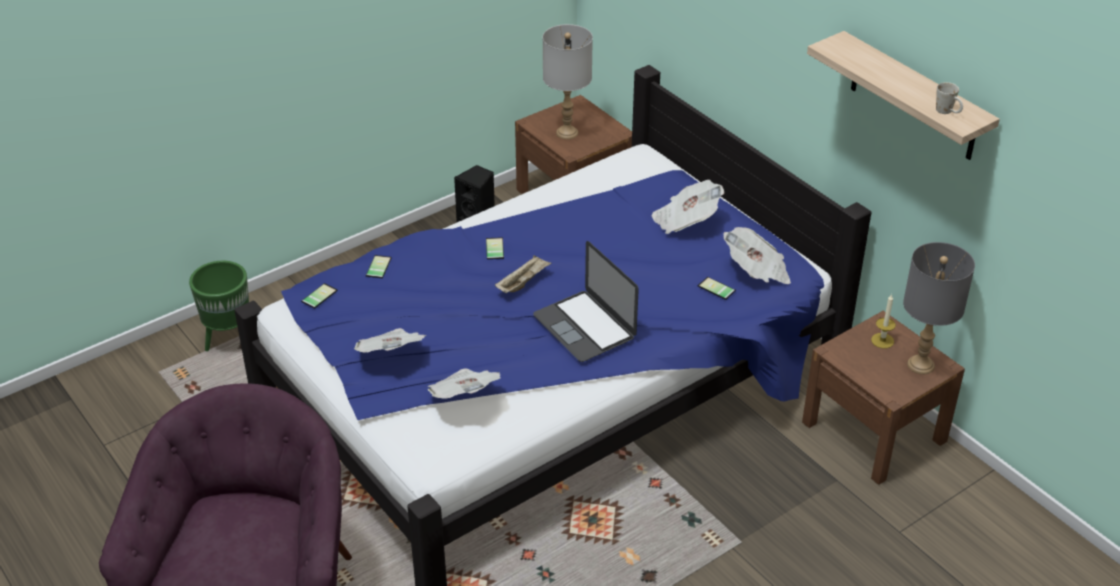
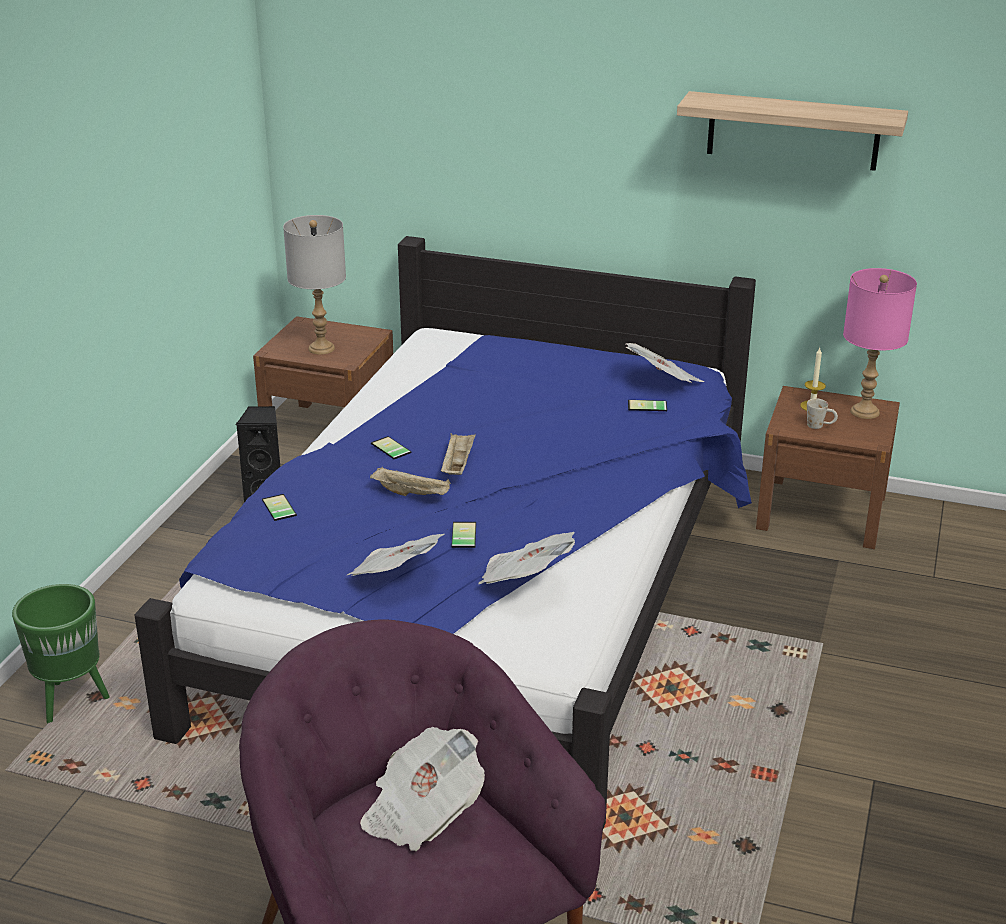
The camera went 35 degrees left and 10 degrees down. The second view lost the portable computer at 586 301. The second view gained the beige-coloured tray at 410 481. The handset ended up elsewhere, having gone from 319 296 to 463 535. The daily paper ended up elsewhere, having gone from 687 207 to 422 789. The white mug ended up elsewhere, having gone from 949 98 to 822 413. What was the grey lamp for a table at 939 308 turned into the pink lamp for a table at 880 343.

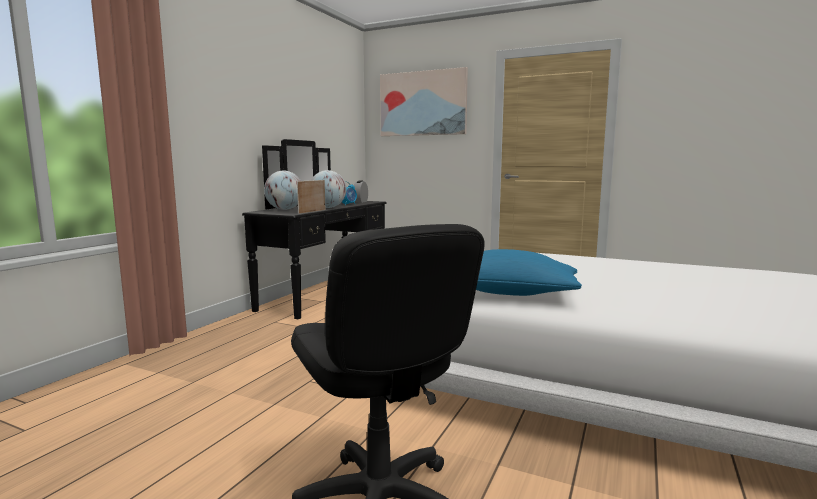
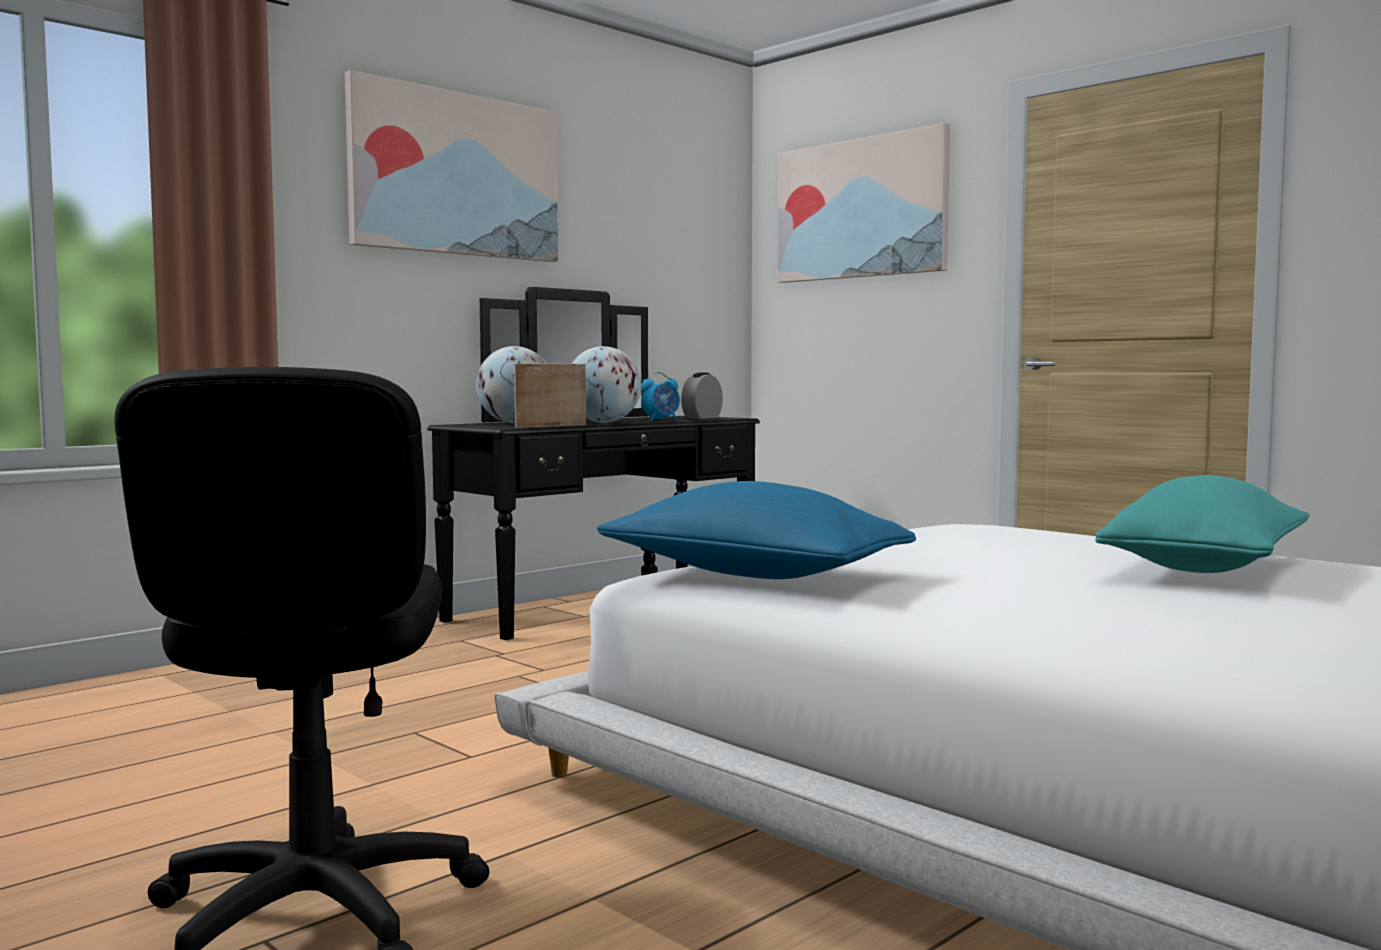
The camera went 20 degrees right and 5 degrees down. The second view gained the wall picture at 451 166. The second view gained the turquoise-coloured cushion at 1202 524.

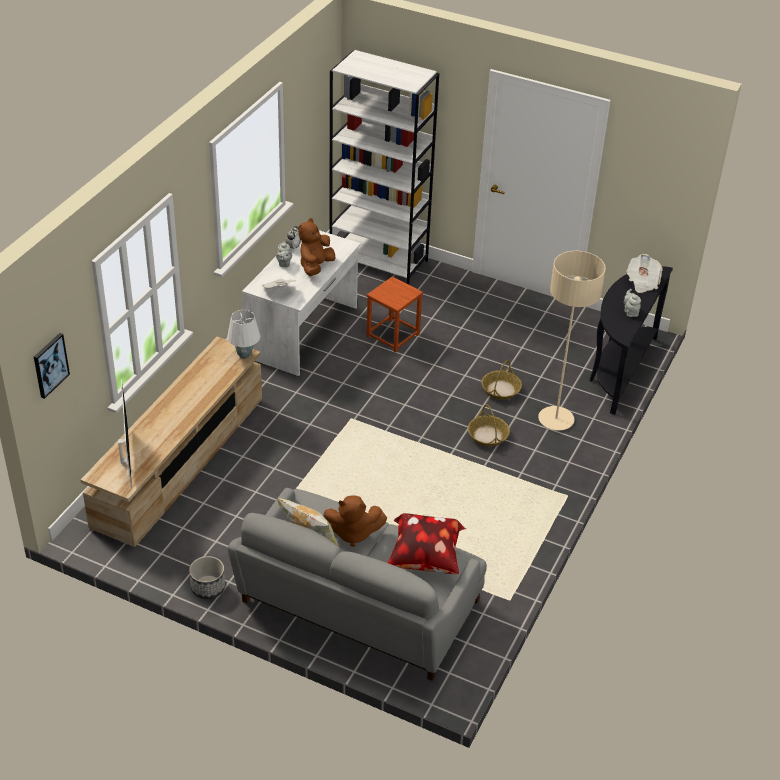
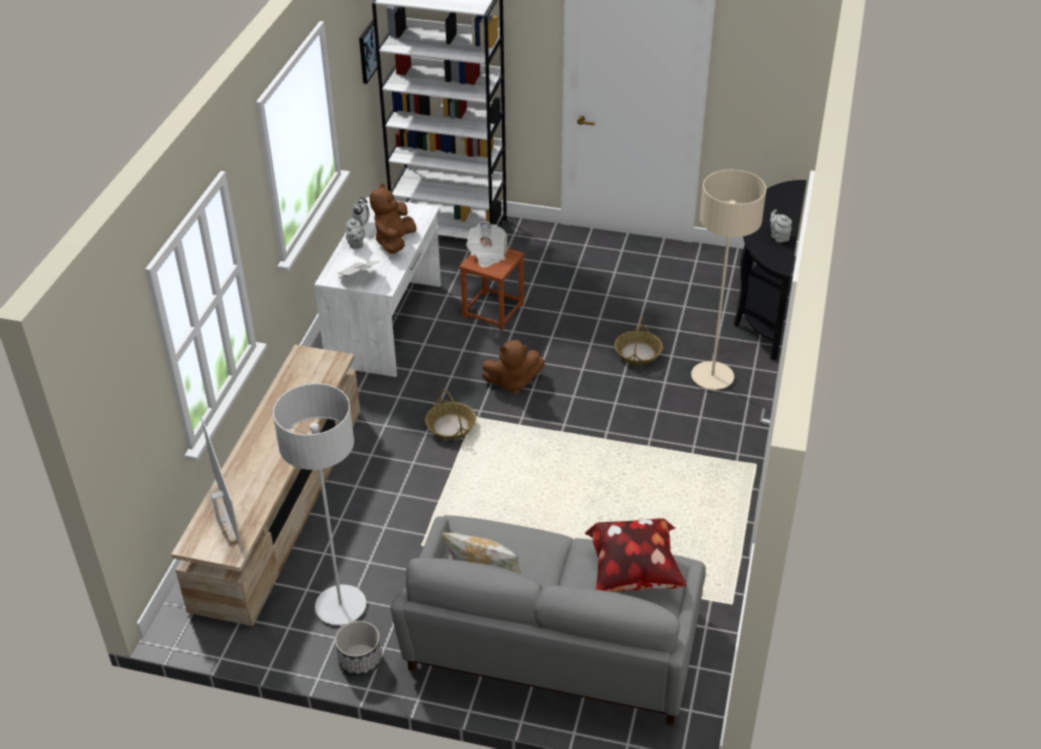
The camera went 10 degrees left and 0 degrees up. The second view lost the white lamp for a table at 243 334. The second view gained the grey standing lamp at 319 504. The wall picture ended up elsewhere, having gone from 52 366 to 368 52. The brown plush toy ended up elsewhere, having gone from 355 521 to 513 367. The household basket ended up elsewhere, having gone from 489 425 to 450 414. The daily paper ended up elsewhere, having gone from 644 273 to 486 244.

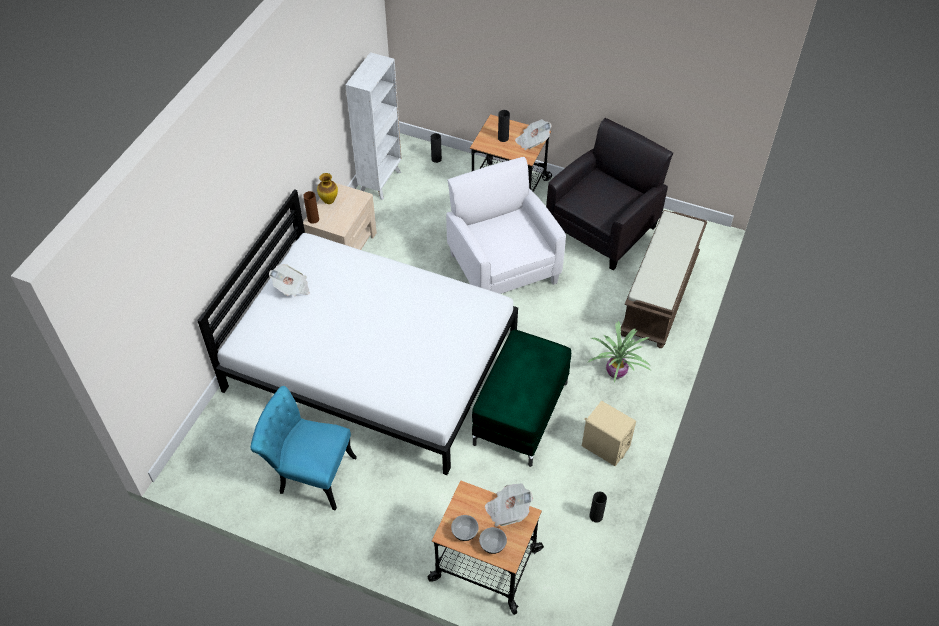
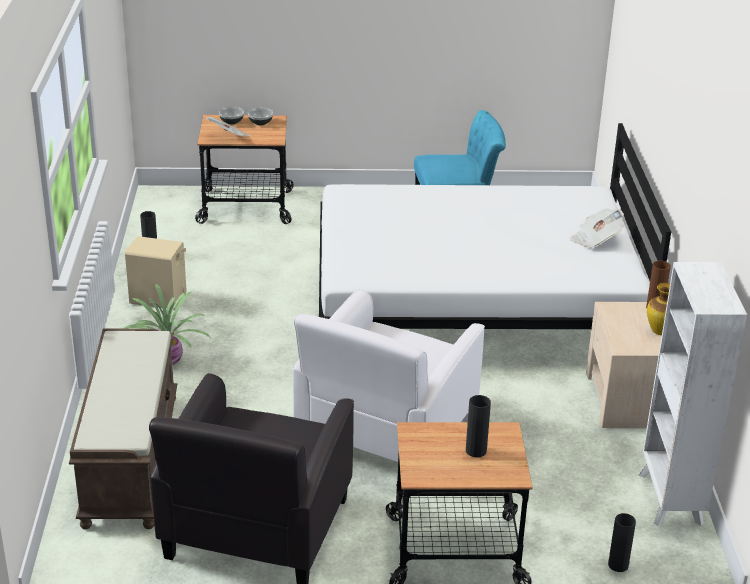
The camera went 155 degrees right and 20 degrees down. The second view lost the green footrest at 521 398. The second view lost the daily paper at 533 134. The white lounge chair at 506 225 ended up facing another way, 75 degrees clockwise from before.

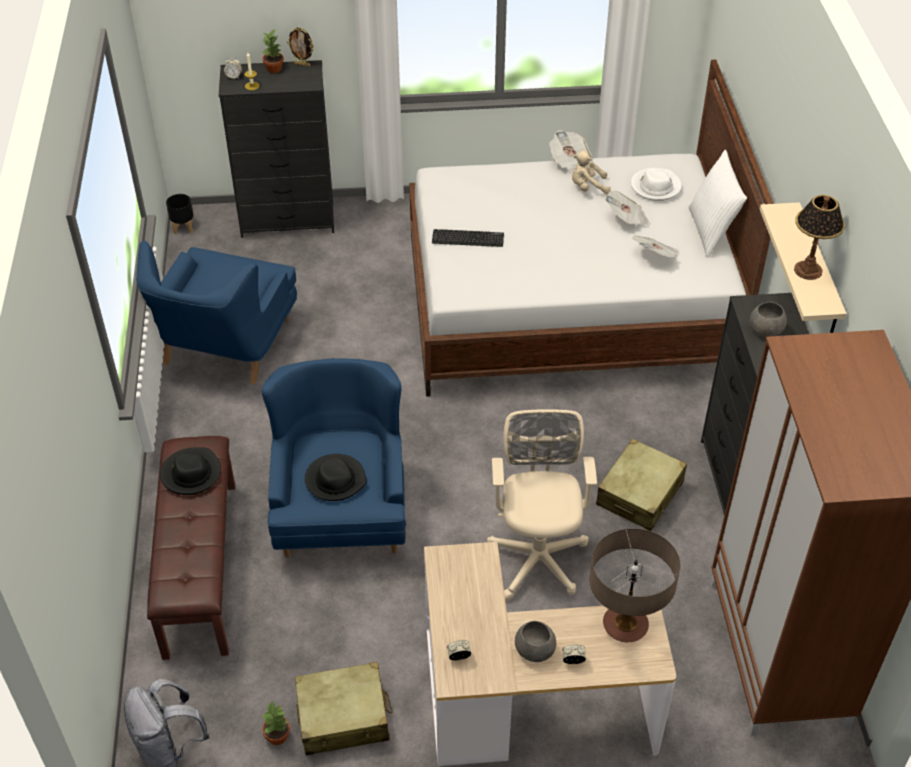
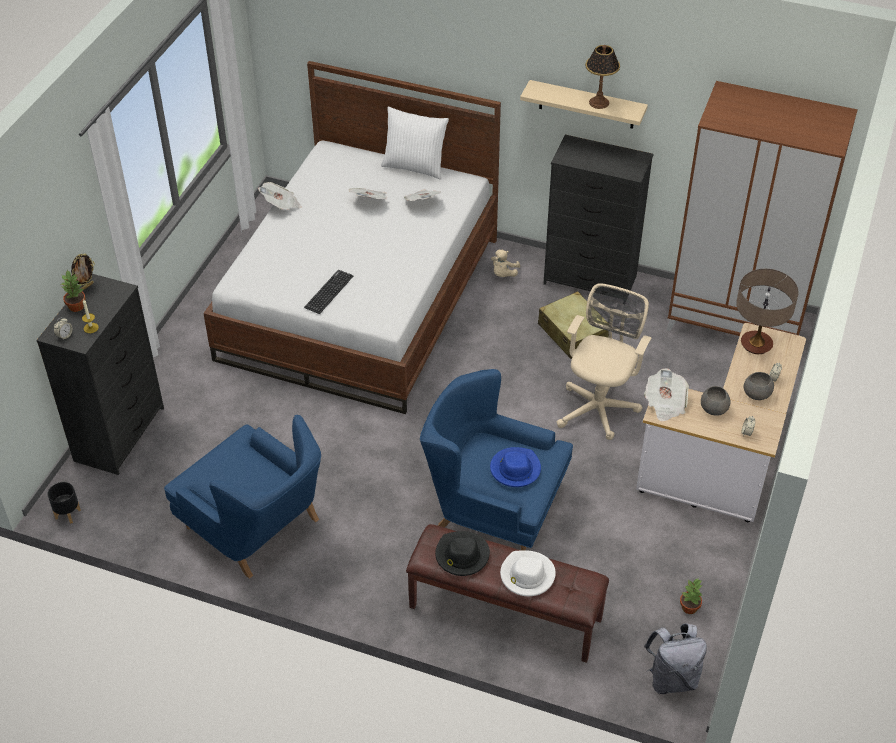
The camera went 65 degrees left and 0 degrees up. The second view lost the beige-coloured suitcase at 344 708. The second view gained the daily paper at 666 394. The beige-coloured plush toy ended up elsewhere, having gone from 591 172 to 505 263. The white clothing hat ended up elsewhere, having gone from 656 184 to 528 573. The grey bowl ended up elsewhere, having gone from 768 319 to 716 401. What was the black clothing hat at 336 477 turned into the blue-coloured clothing hat at 515 467. The beige-coloured desk chair at 542 505 ended up facing another way, 90 degrees clockwise from before.

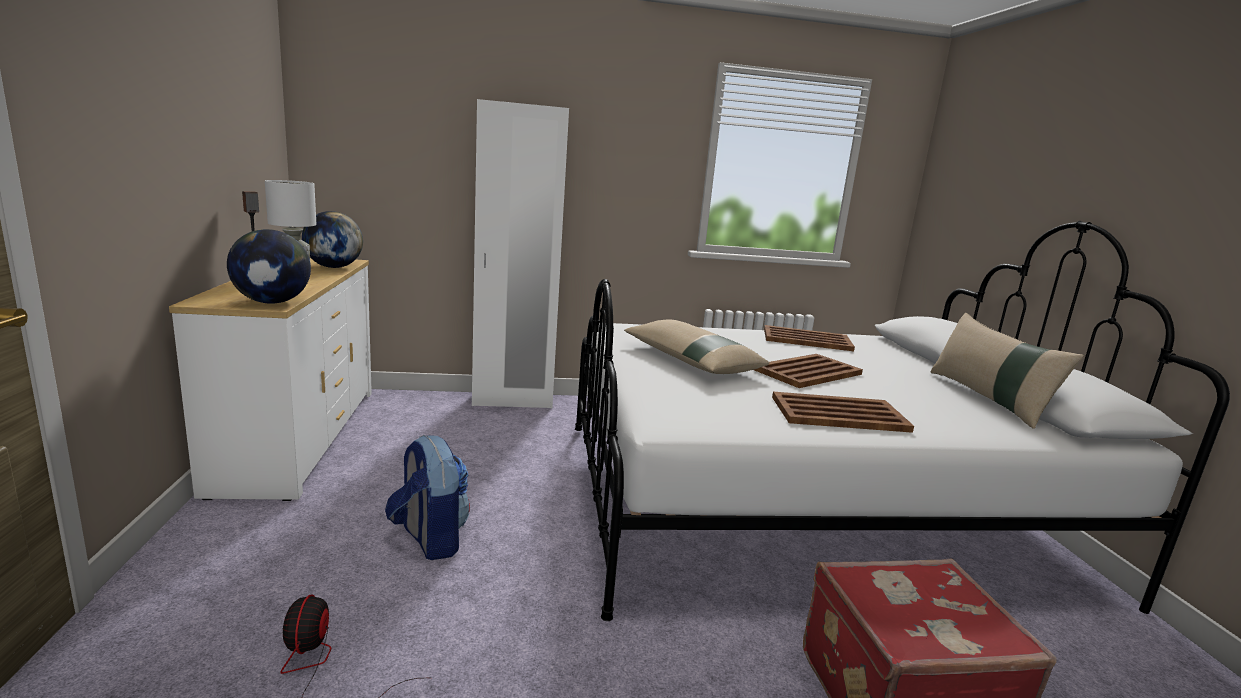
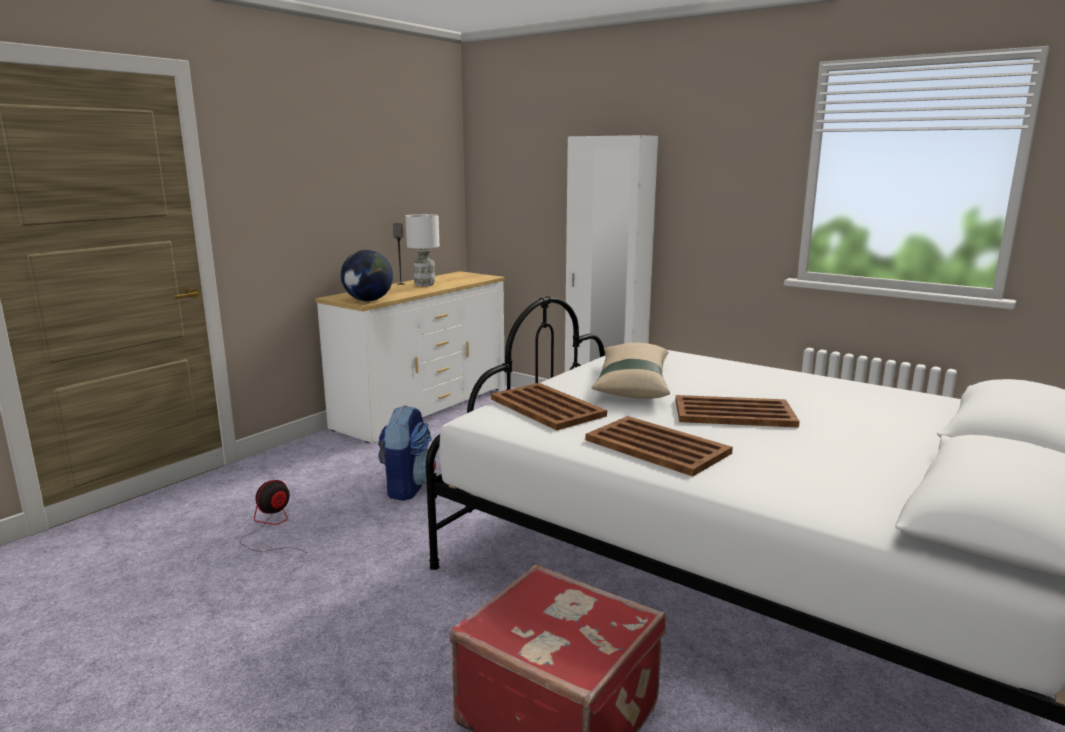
The camera went 45 degrees right and 0 degrees up. The second view lost the world globe at 332 239. The second view lost the beige-coloured cushion at 1007 371. The brown tray ended up elsewhere, having gone from 809 338 to 549 406.

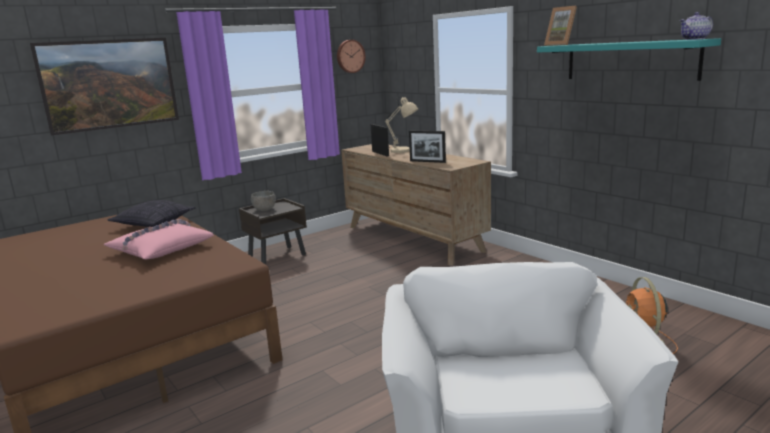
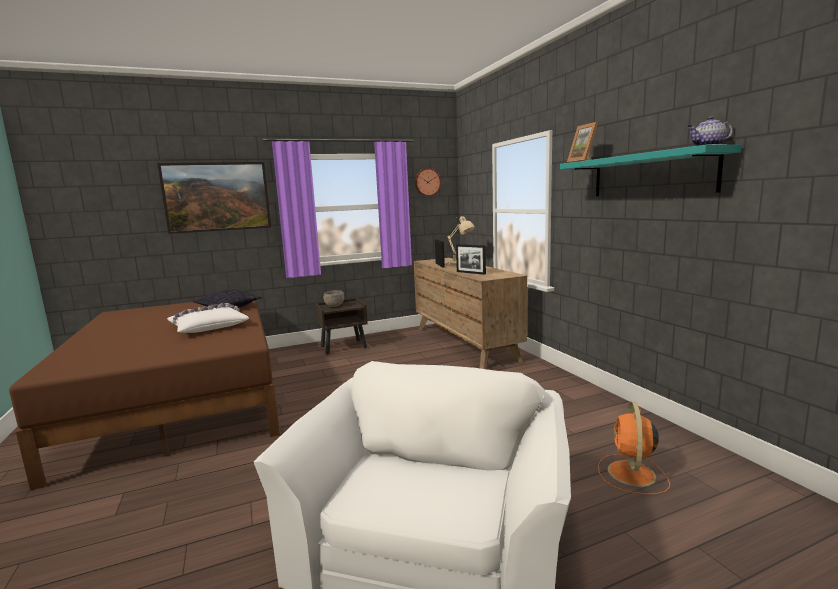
The camera went 15 degrees right and 5 degrees down. What was the pink cushion at 159 239 turned into the white cushion at 208 318.

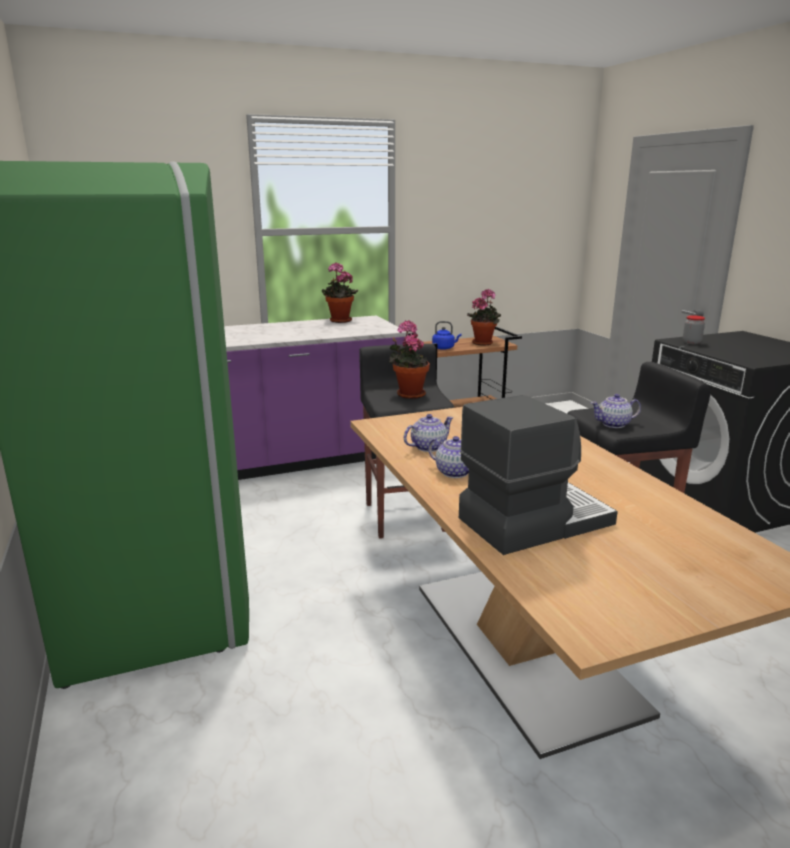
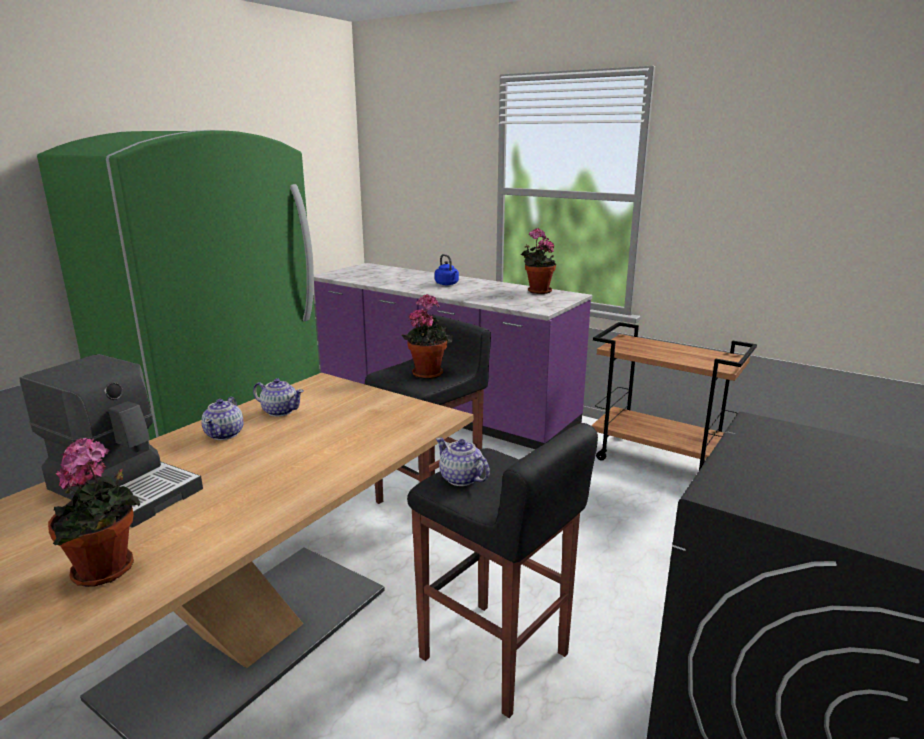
The camera went 55 degrees right and 0 degrees up. The second view lost the storage jar at 694 329. The blue-coloured water kettle ended up elsewhere, having gone from 446 335 to 447 269. The potted plant ended up elsewhere, having gone from 484 317 to 94 512.

